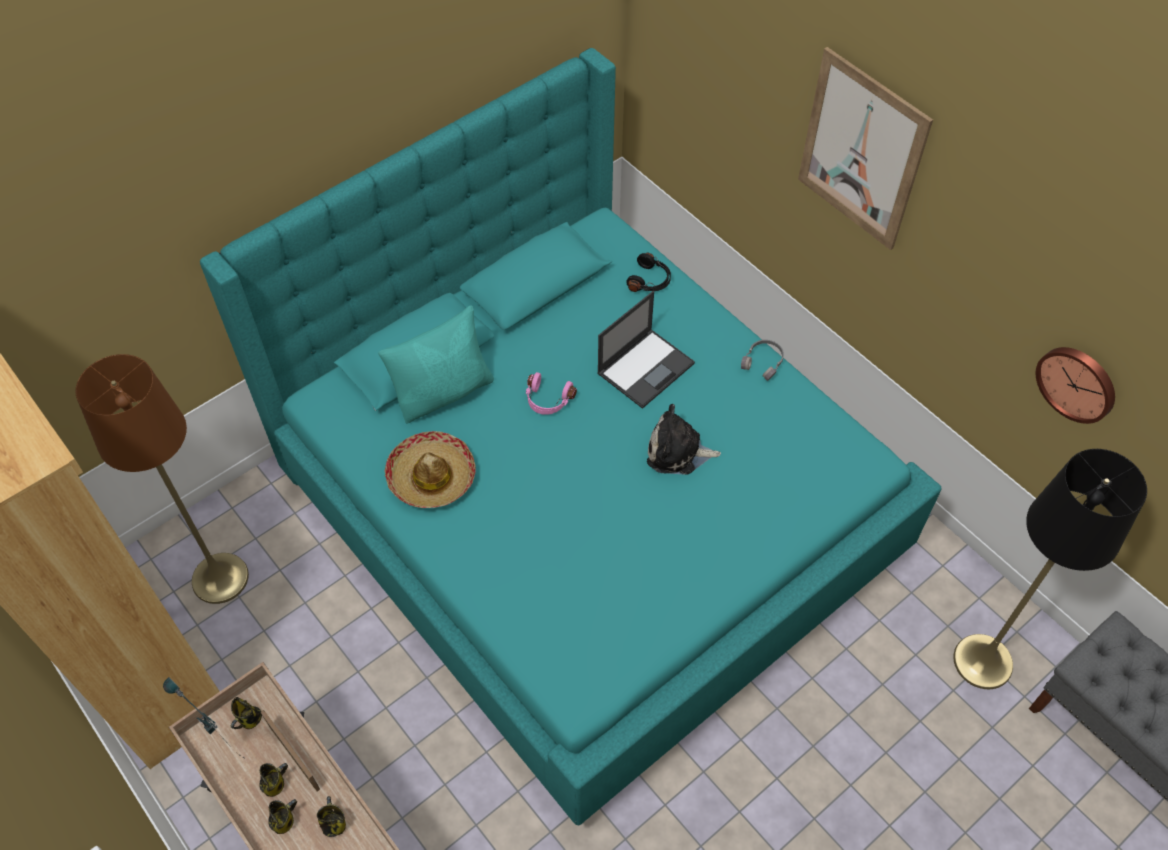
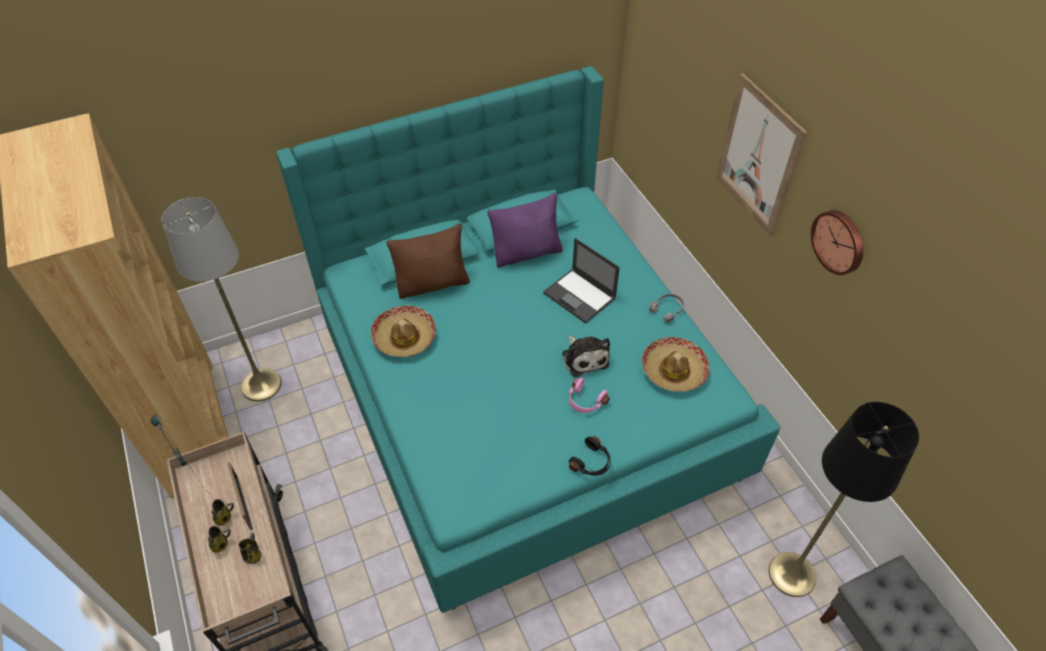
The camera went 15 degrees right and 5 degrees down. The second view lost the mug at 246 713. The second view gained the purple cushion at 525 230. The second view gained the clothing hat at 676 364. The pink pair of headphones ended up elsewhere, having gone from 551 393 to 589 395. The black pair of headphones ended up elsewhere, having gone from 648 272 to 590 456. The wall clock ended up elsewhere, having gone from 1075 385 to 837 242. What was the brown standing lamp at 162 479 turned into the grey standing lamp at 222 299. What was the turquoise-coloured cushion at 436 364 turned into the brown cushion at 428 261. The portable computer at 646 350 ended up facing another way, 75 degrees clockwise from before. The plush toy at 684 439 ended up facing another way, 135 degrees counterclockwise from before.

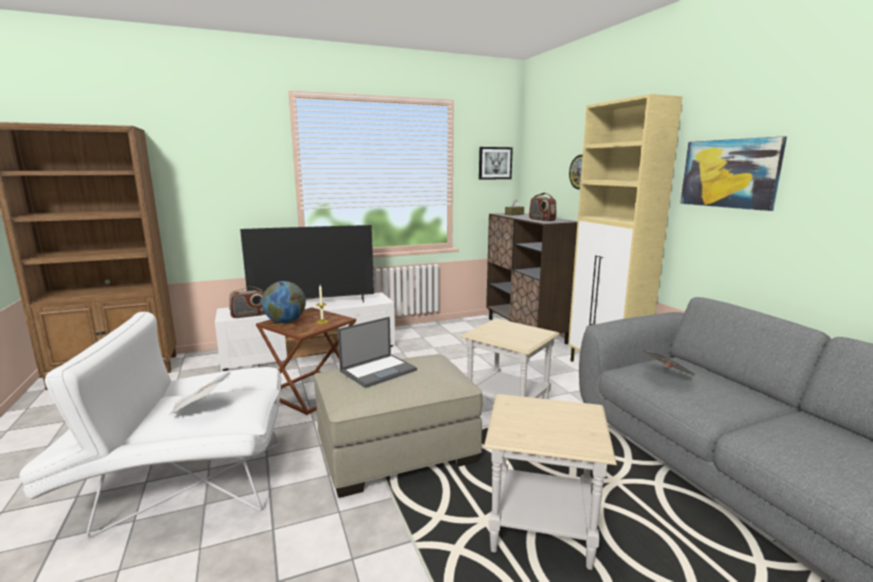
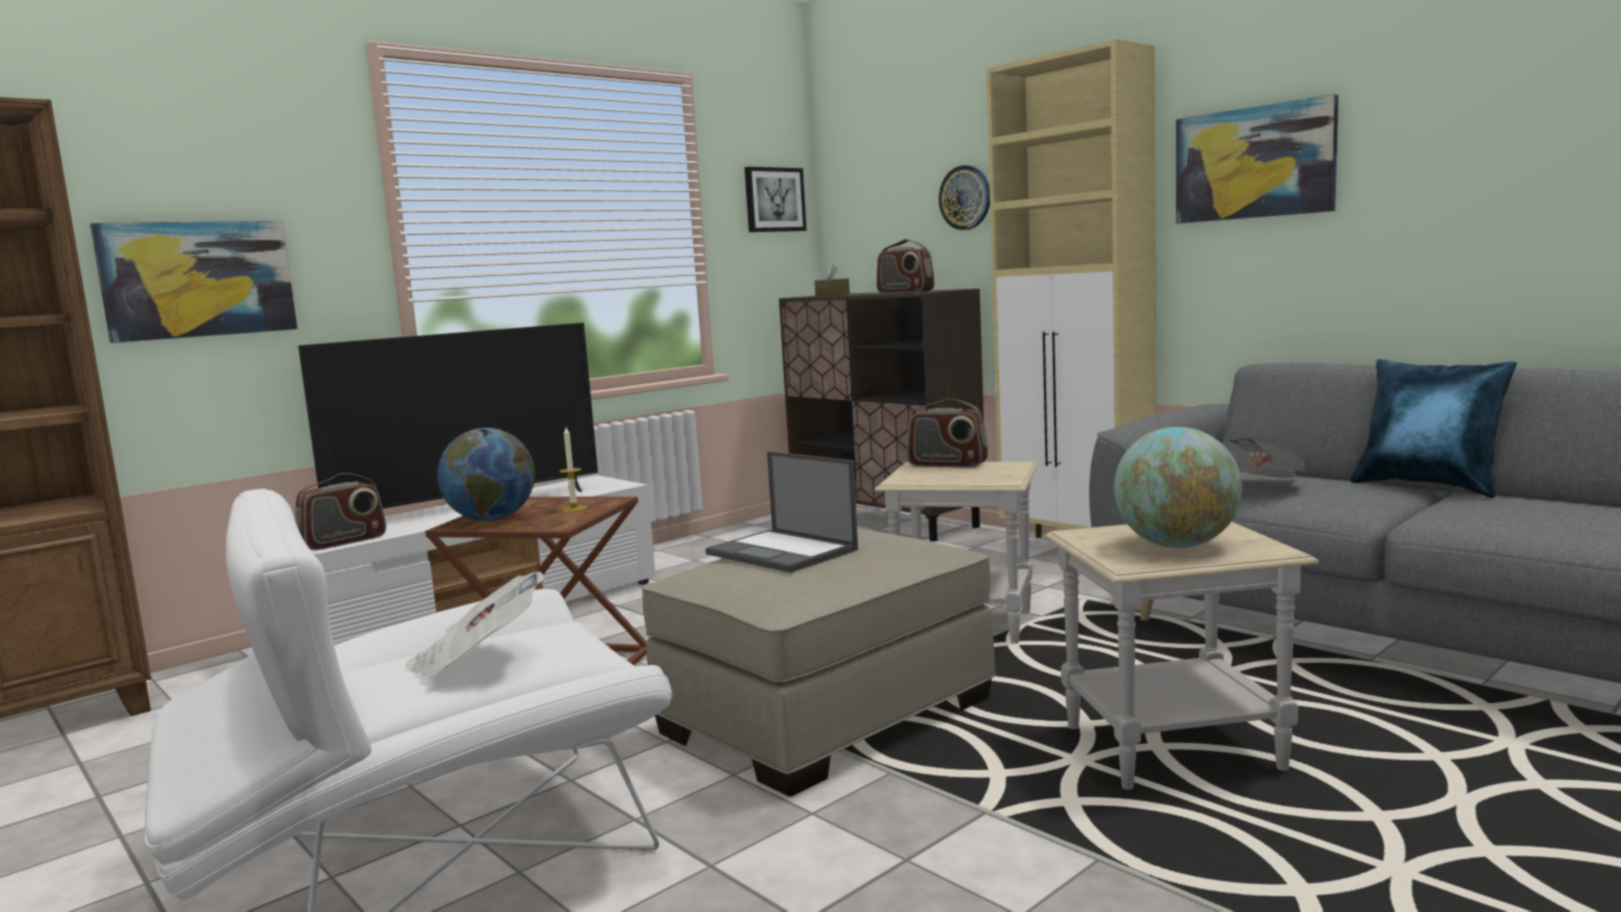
The camera went 20 degrees left and 5 degrees down. The second view gained the wall picture at 193 282. The second view gained the radio at 947 433. The second view gained the world globe at 1178 487. The second view gained the blue-coloured cushion at 1433 428. The portable computer at 377 352 ended up facing another way, 105 degrees clockwise from before.

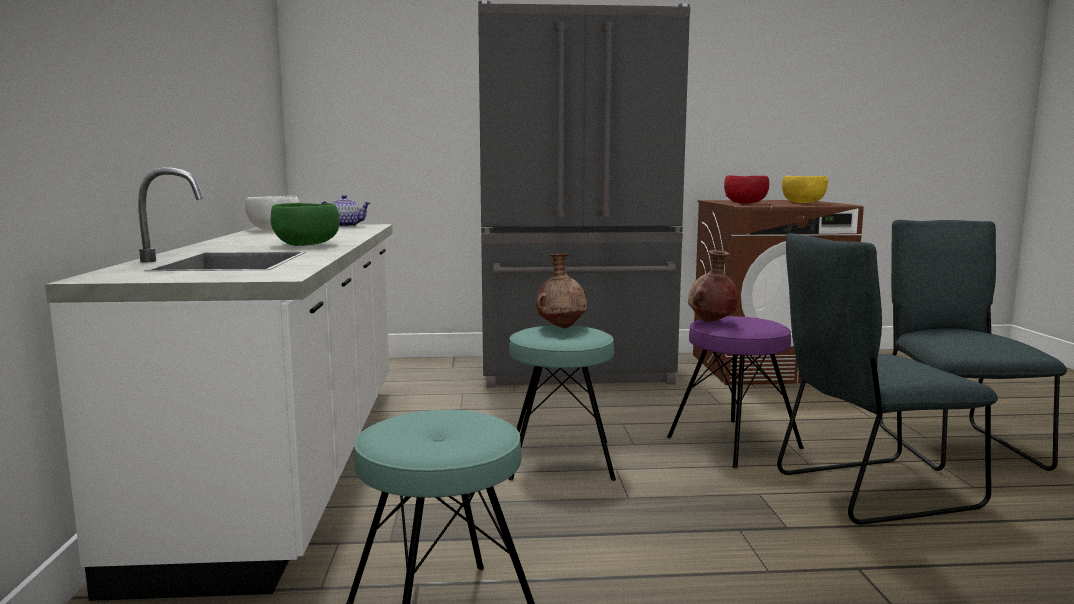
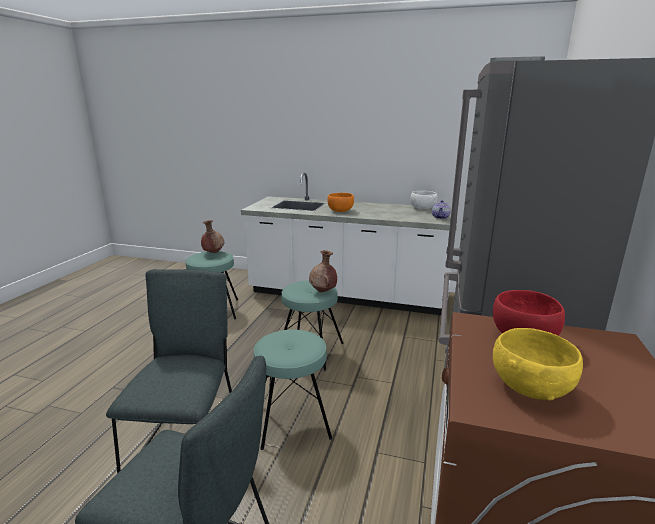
The camera went 110 degrees right and 10 degrees up. The brown decorative vase ended up elsewhere, having gone from 713 286 to 212 236. What was the green bowl at 305 224 turned into the orangey bowl at 340 202. What was the purple sitting stool at 735 392 turned into the turquoise-coloured sitting stool at 293 389.

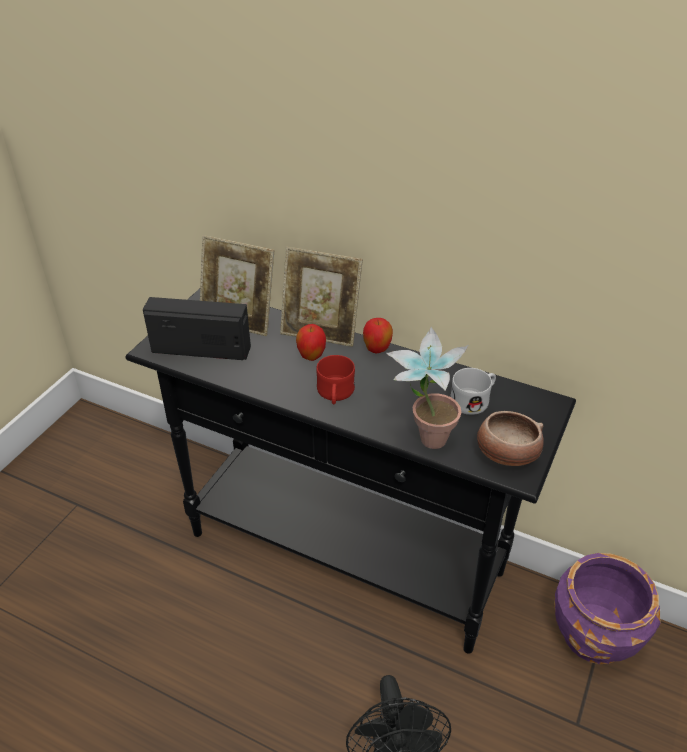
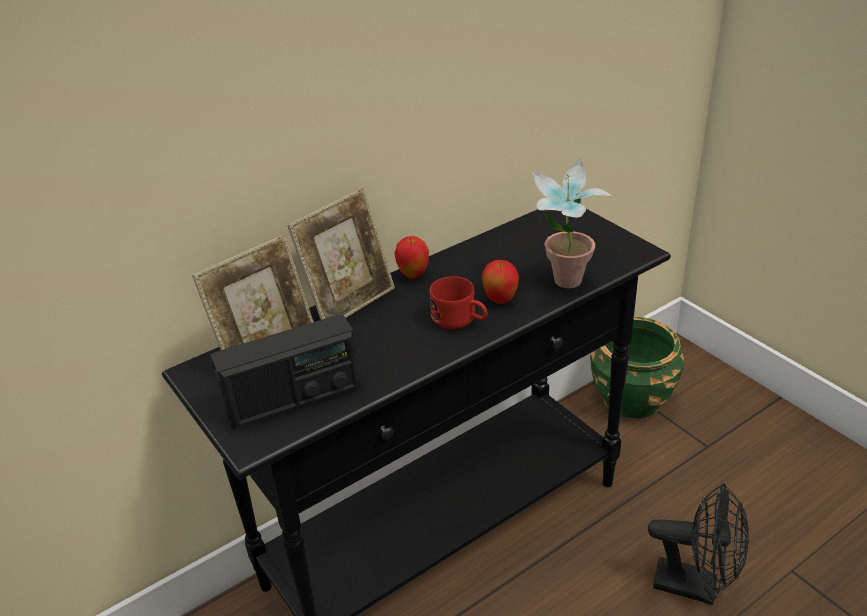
The camera went 60 degrees left and 5 degrees down. The second view lost the white mug at 473 391. The second view lost the bowl at 510 438. The whole apple ended up elsewhere, having gone from 311 342 to 500 282. What was the purple planter at 607 608 turned into the green planter at 637 367. The radio at 197 328 ended up facing another way, 150 degrees counterclockwise from before.

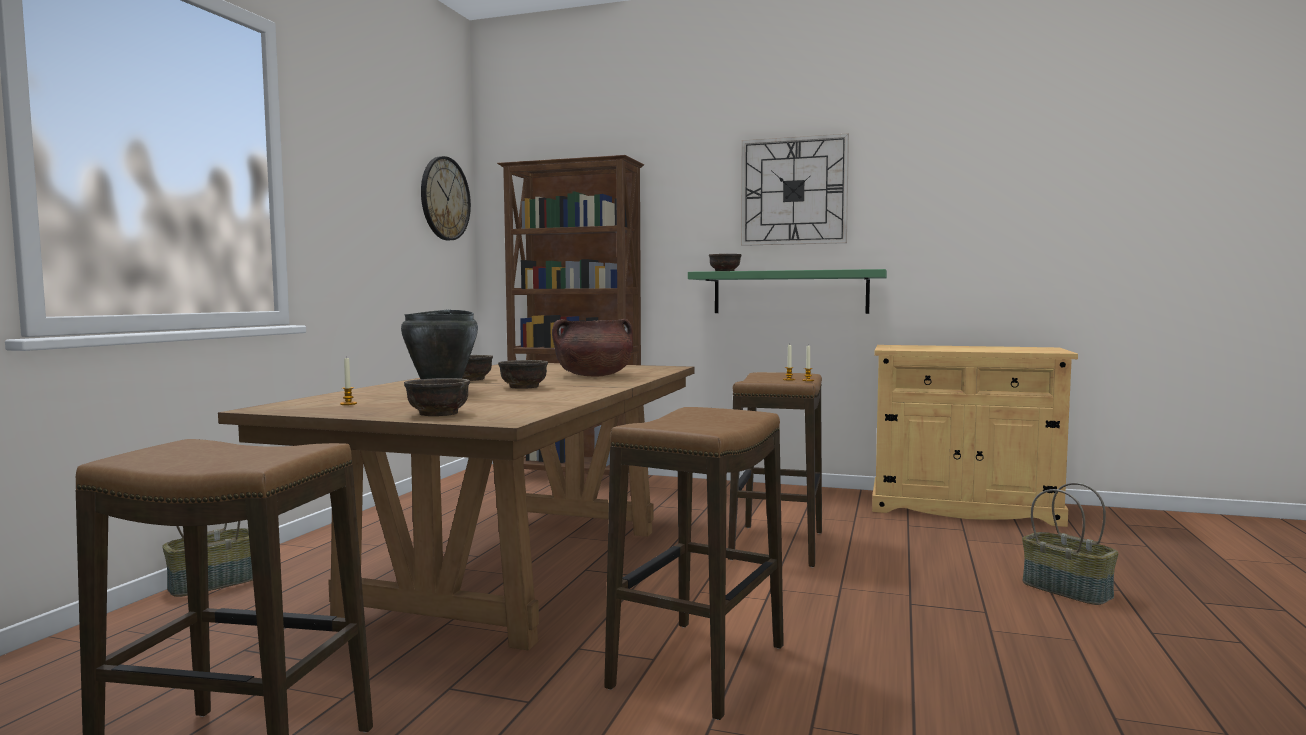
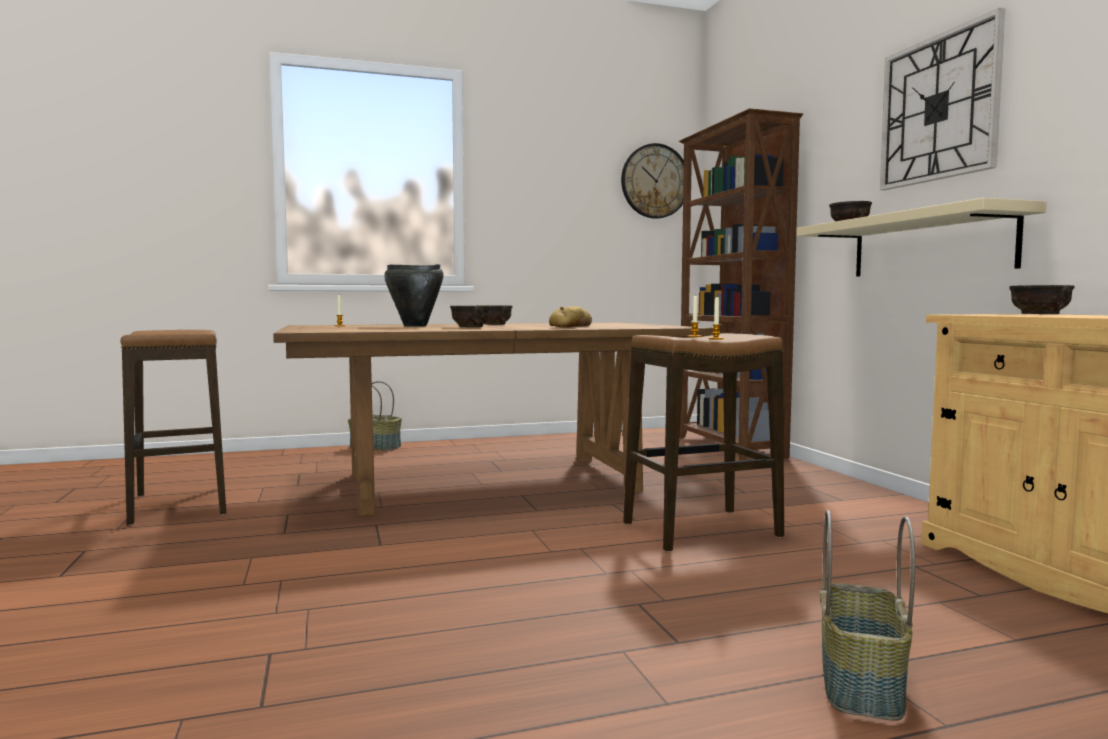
The camera went 55 degrees right and 0 degrees up. The second view lost the sitting stool at 694 563. The brown bowl ended up elsewhere, having gone from 437 397 to 1042 299. Where the brown stockpot stood at 592 348, the bakery bread came to stand at 570 317. What was the green wall shelf at 787 291 turned into the beige-coloured wall shelf at 922 237.

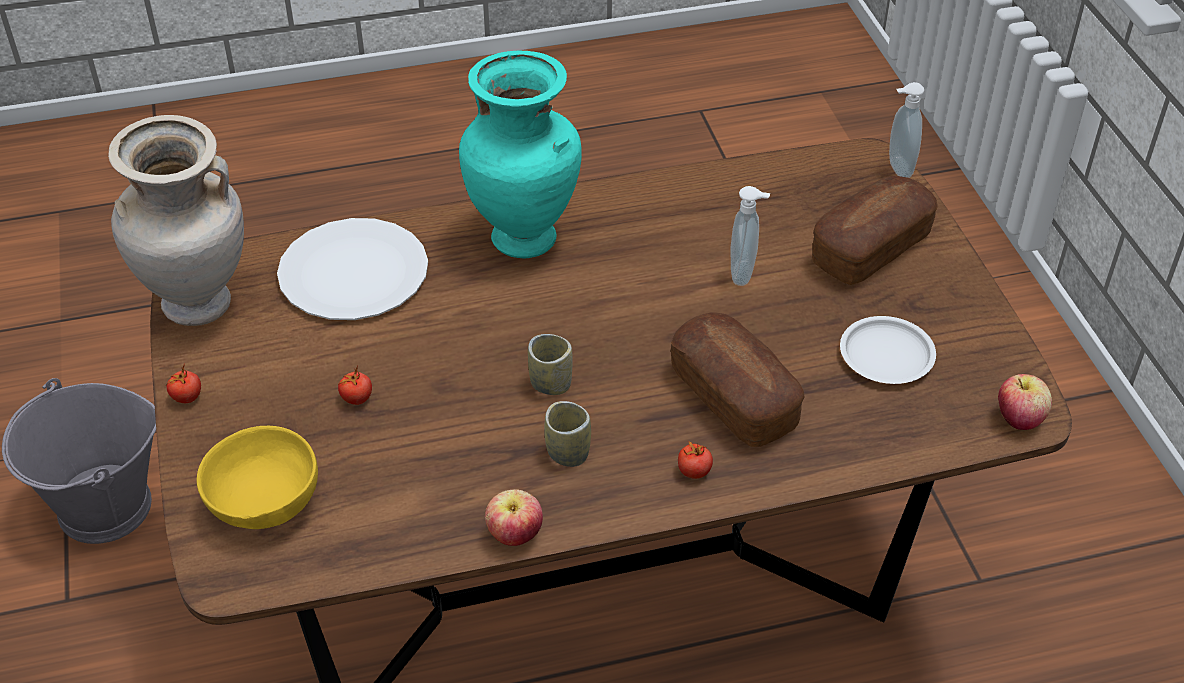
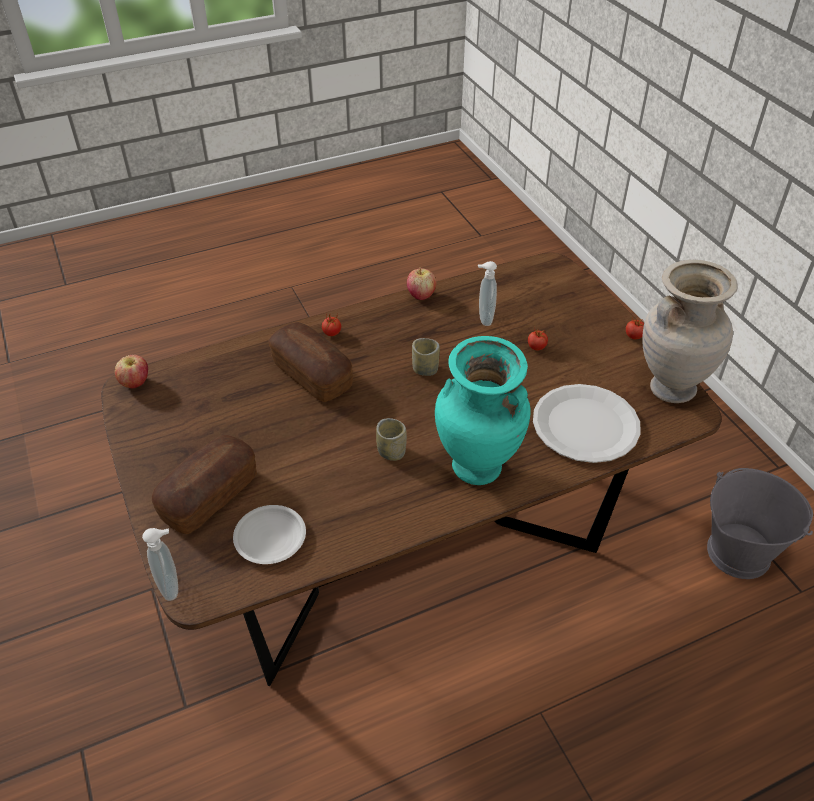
The camera went 170 degrees right and 0 degrees up. The second view lost the yellow-coloured bowl at 257 477. The cup ended up elsewhere, having gone from 567 434 to 391 439. The liquid soap bottle ended up elsewhere, having gone from 750 236 to 487 293. The white dinner plate ended up elsewhere, having gone from 888 350 to 269 534.

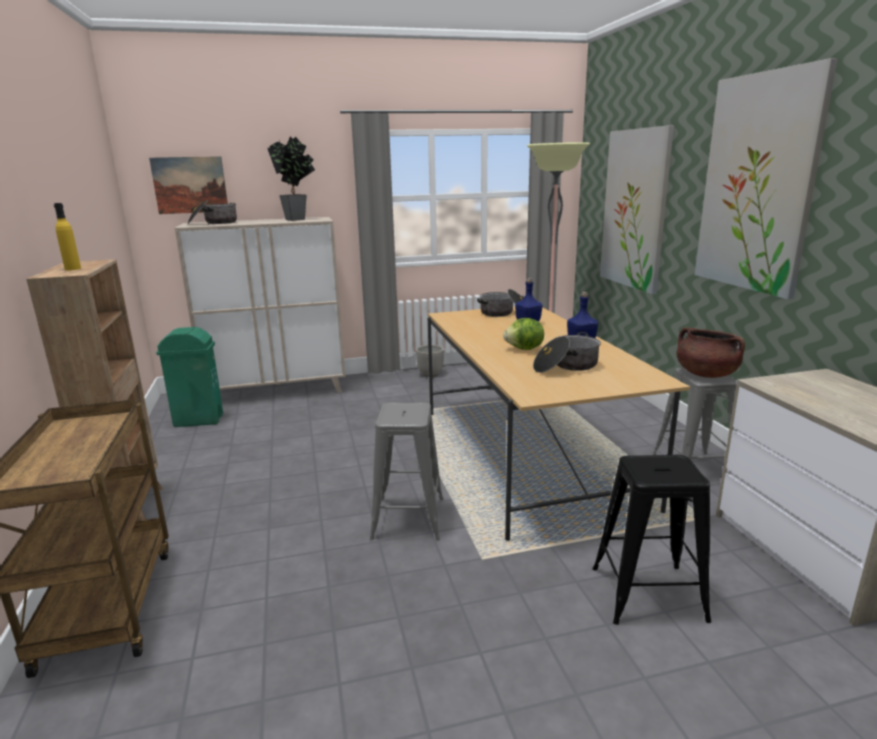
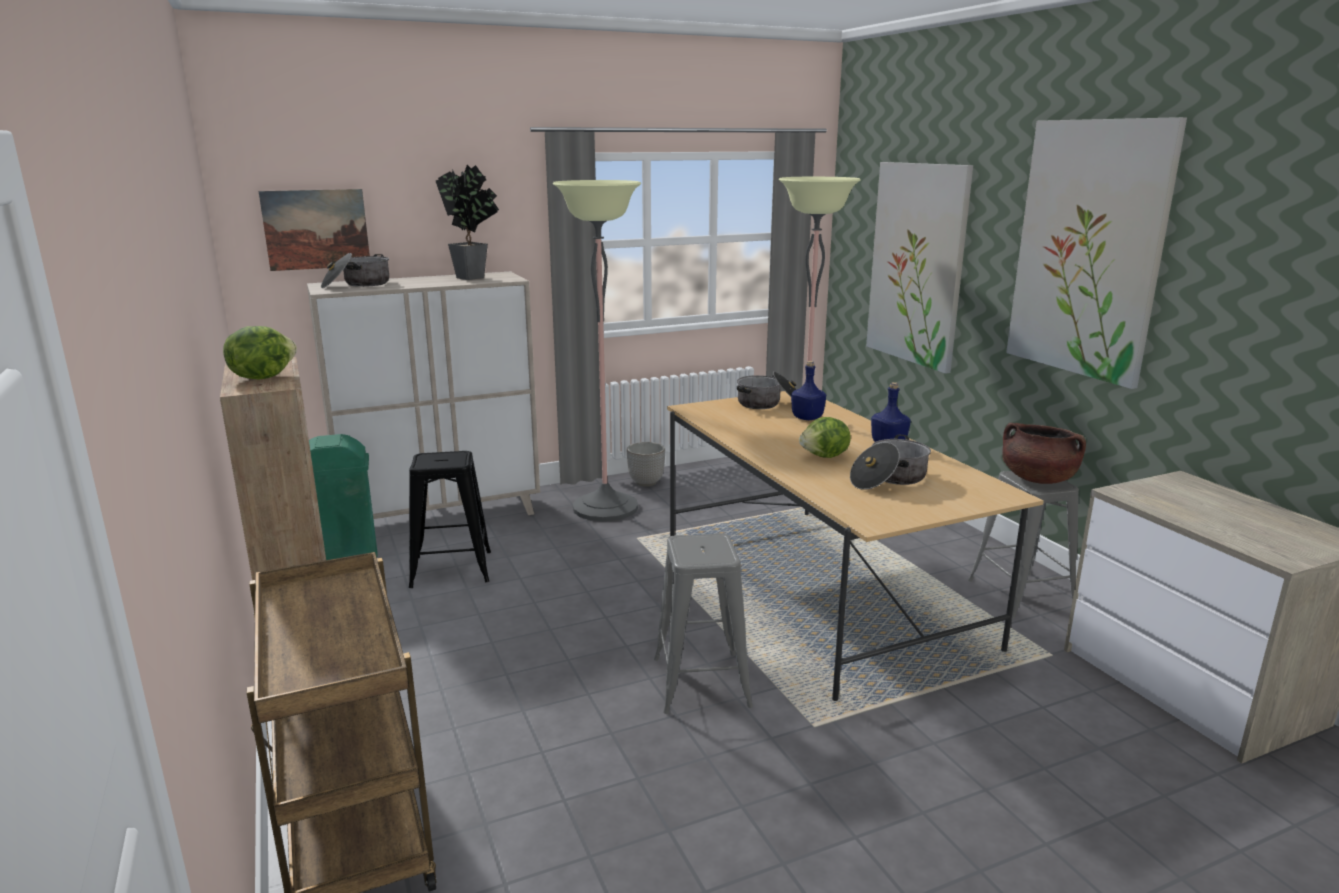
The camera went 10 degrees left and 0 degrees up. The second view gained the standing lamp at 597 350. The black sitting stool ended up elsewhere, having gone from 652 540 to 450 519. Where the yellow-coloured drink bottle stood at 67 236, the head of lettuce came to stand at 260 352.

